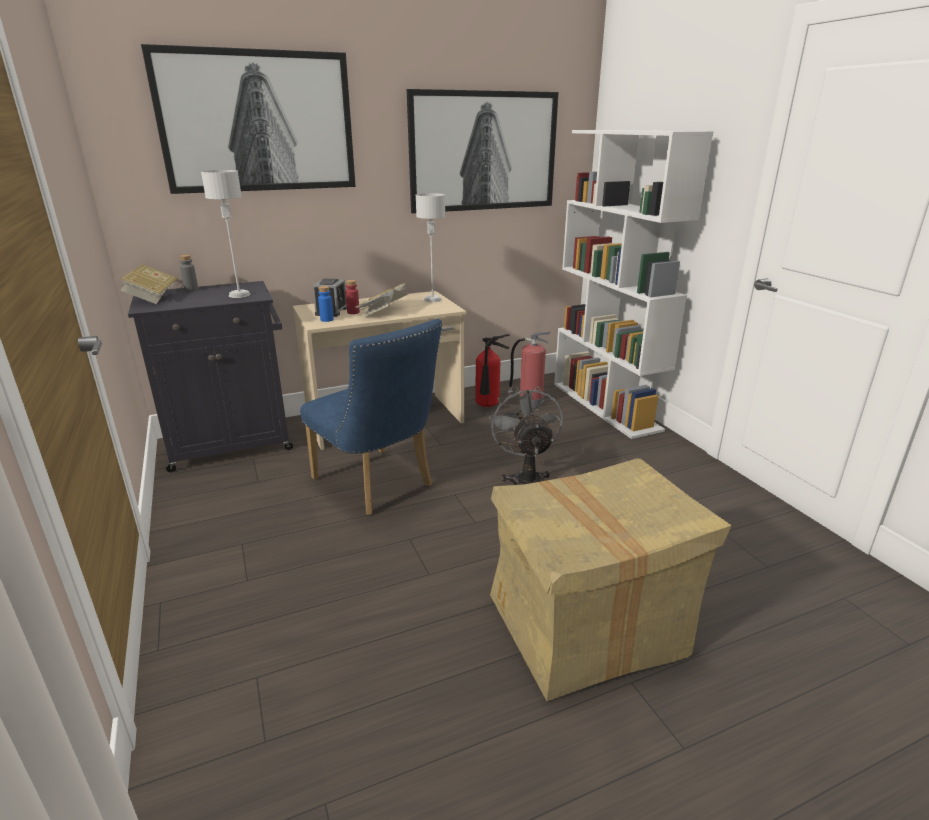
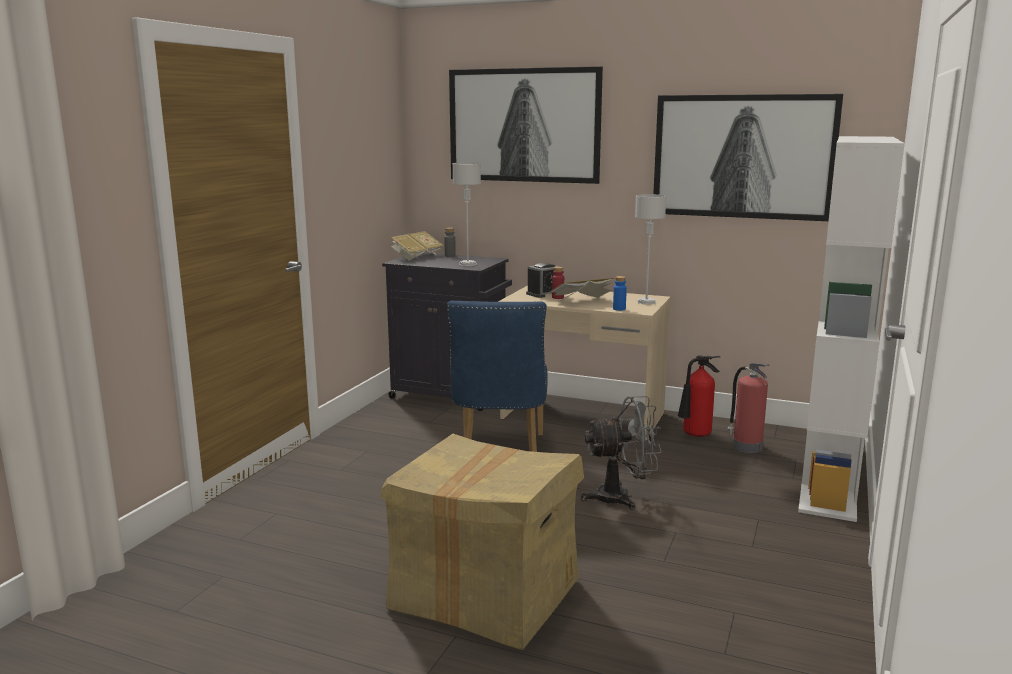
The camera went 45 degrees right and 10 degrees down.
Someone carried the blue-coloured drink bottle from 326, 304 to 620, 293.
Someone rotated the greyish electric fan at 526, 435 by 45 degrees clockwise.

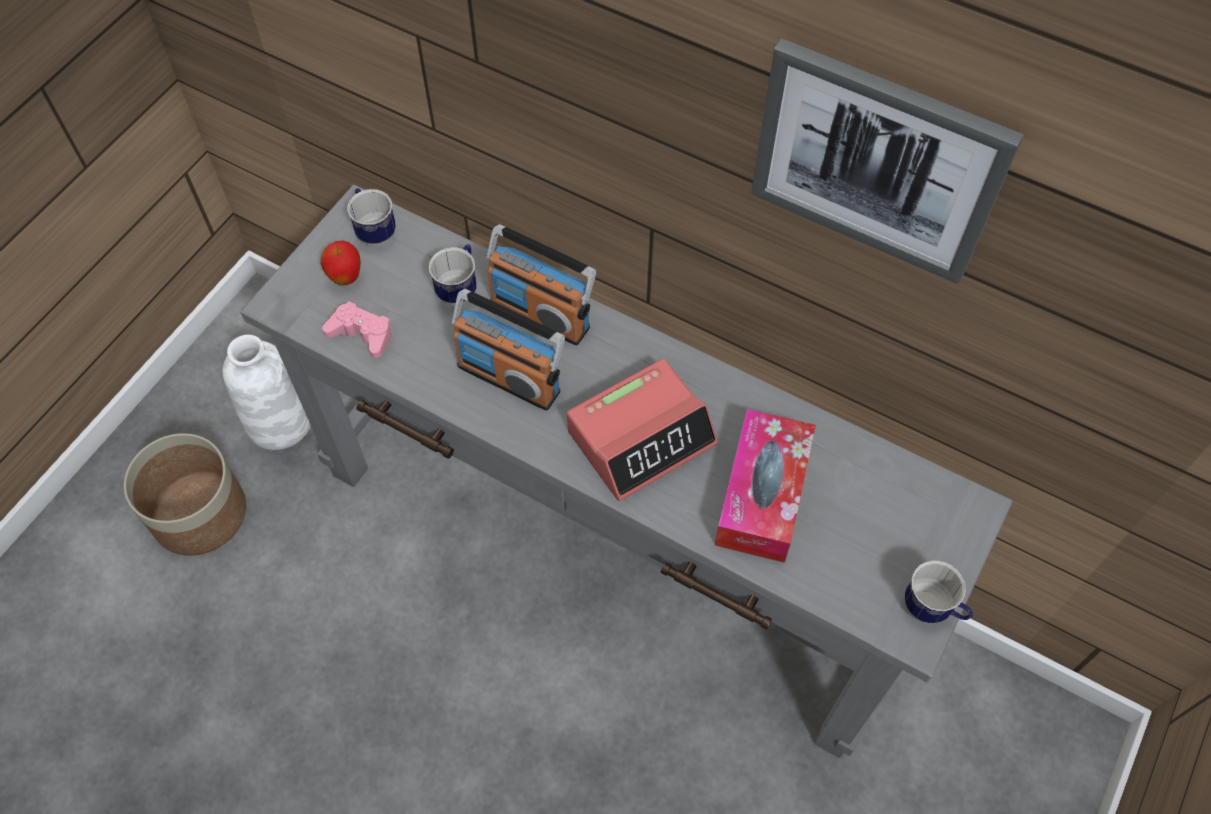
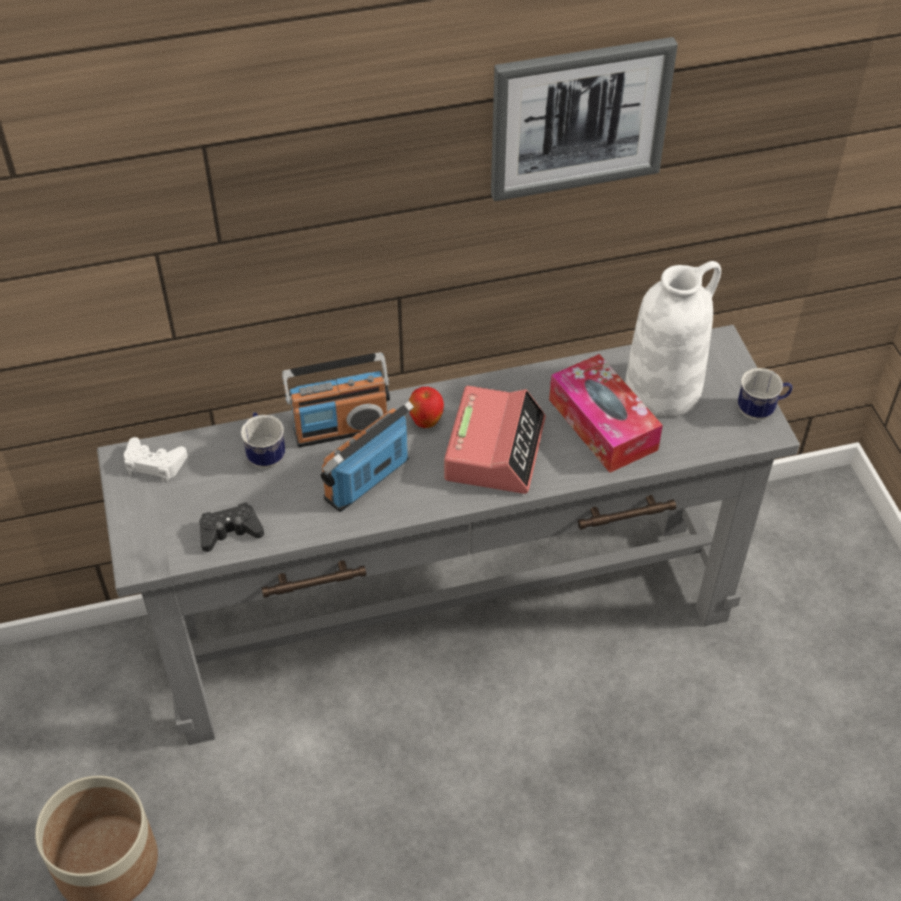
The camera went 45 degrees left and 10 degrees down.
Someone carried the white decorative vase from 267, 392 to 673, 339.
Someone carried the apple fruit from 341, 262 to 426, 407.
Someone repainted the pinkish joypad at 357, 330, which became the black joypad at 231, 527.
Someone swapped the mug at 371, 217 for the white joypad at 155, 459.
Someone rotated the radio set at 508, 350 by 150 degrees clockwise.

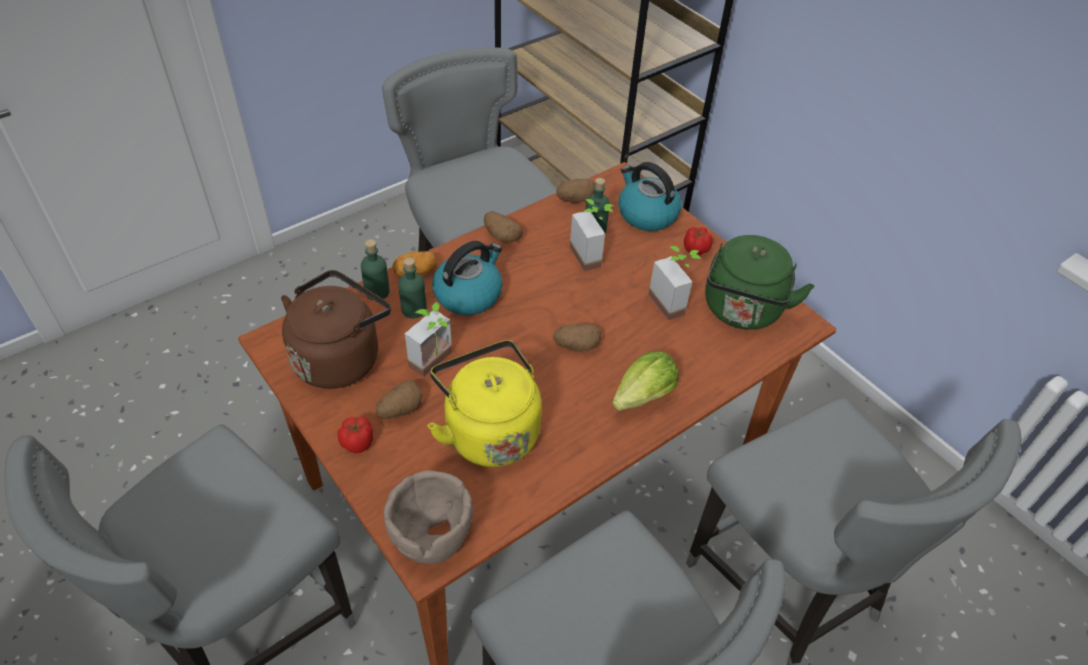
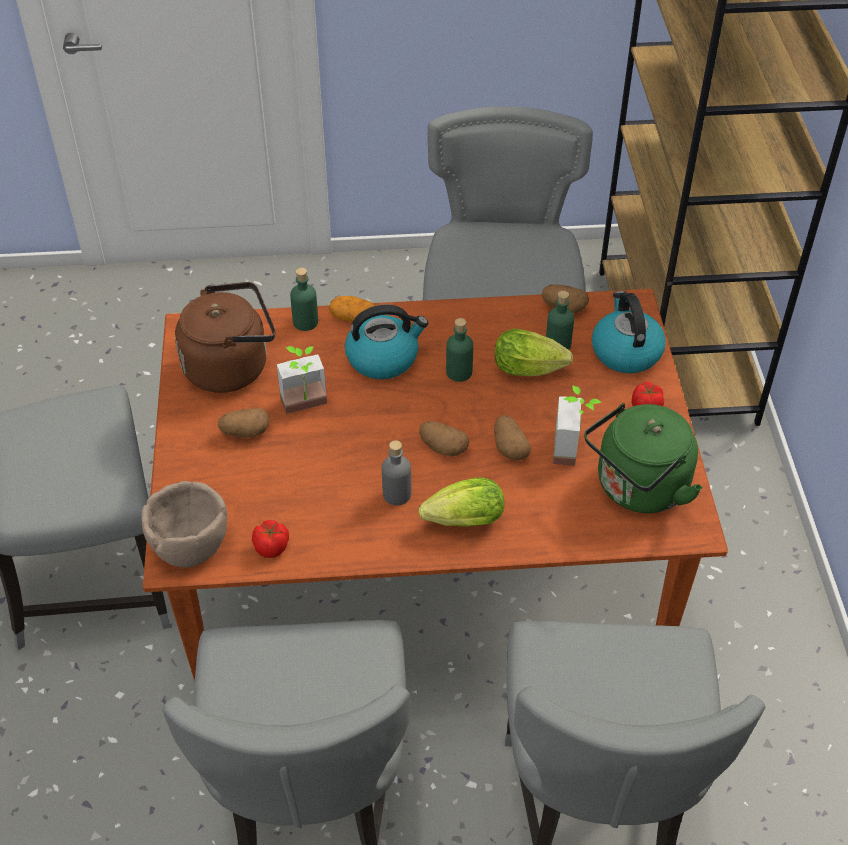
The camera went 35 degrees right and 0 degrees up.
Someone carried the whole tomato from 355, 434 to 270, 539.
Someone carried the green drink bottle from 412, 287 to 459, 350.
Someone took away the yellow-coloured water kettle at 484, 403.
Someone carried the spud from 503, 227 to 512, 437.
Someone swapped the potted plant at 591, 235 for the head of lettuce at 534, 352.
Someone put down the greyish drink bottle at 396, 473.

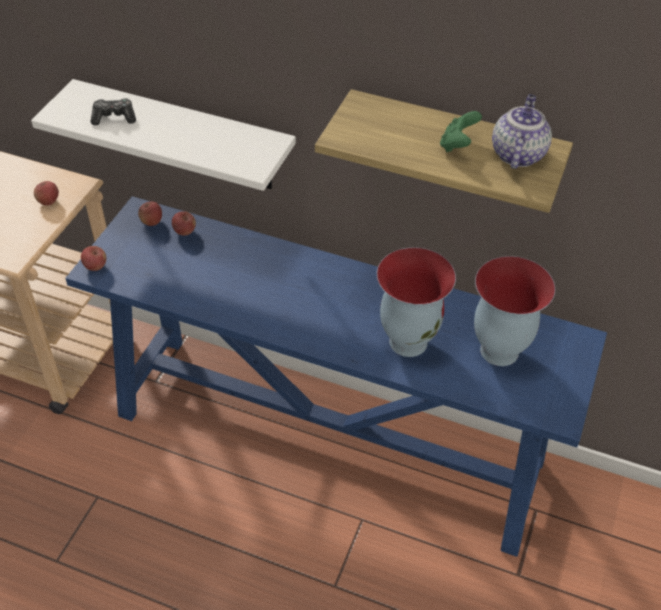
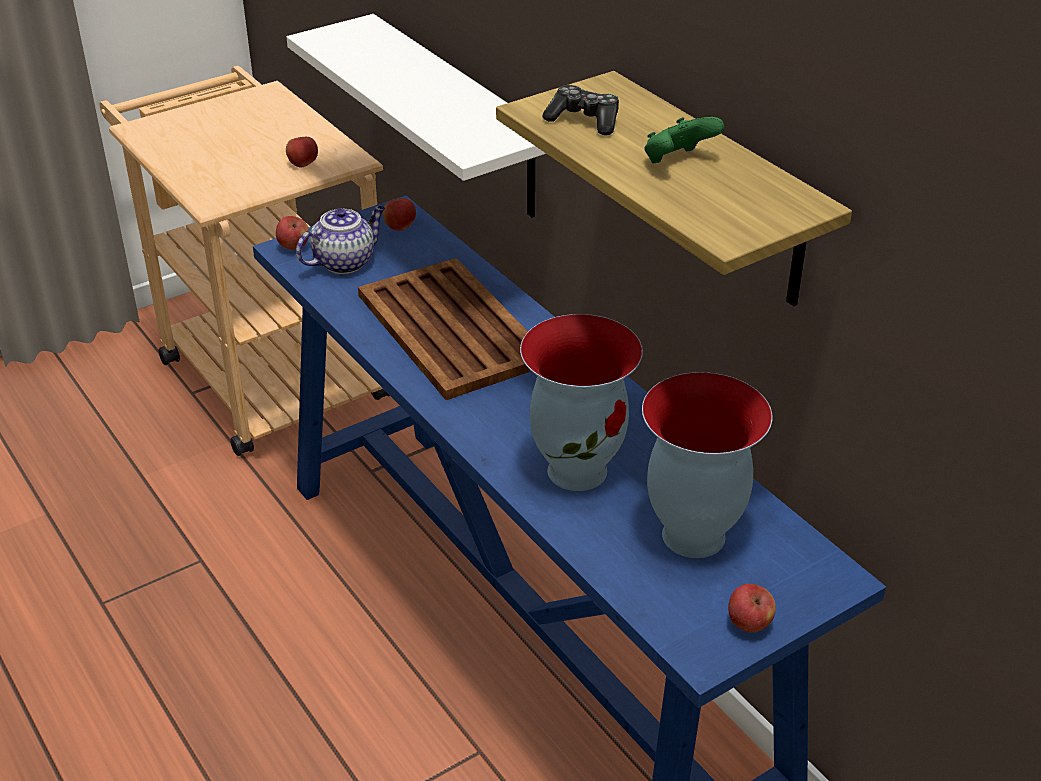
The camera went 35 degrees right and 10 degrees down.
Someone carried the joypad from 113, 111 to 581, 110.
Someone carried the apple fruit from 184, 223 to 752, 608.
Someone carried the pot for tea from 522, 131 to 340, 240.
Someone put down the brownish serving tray at 444, 329.

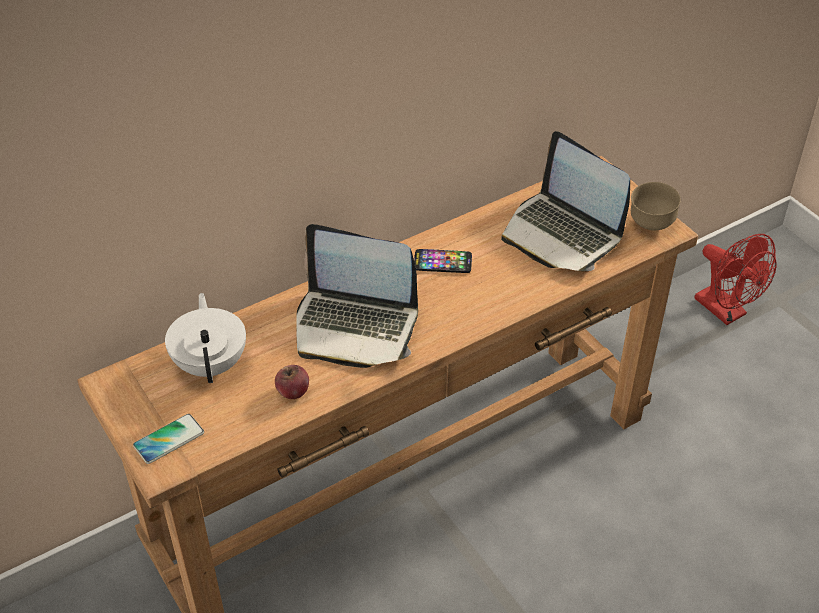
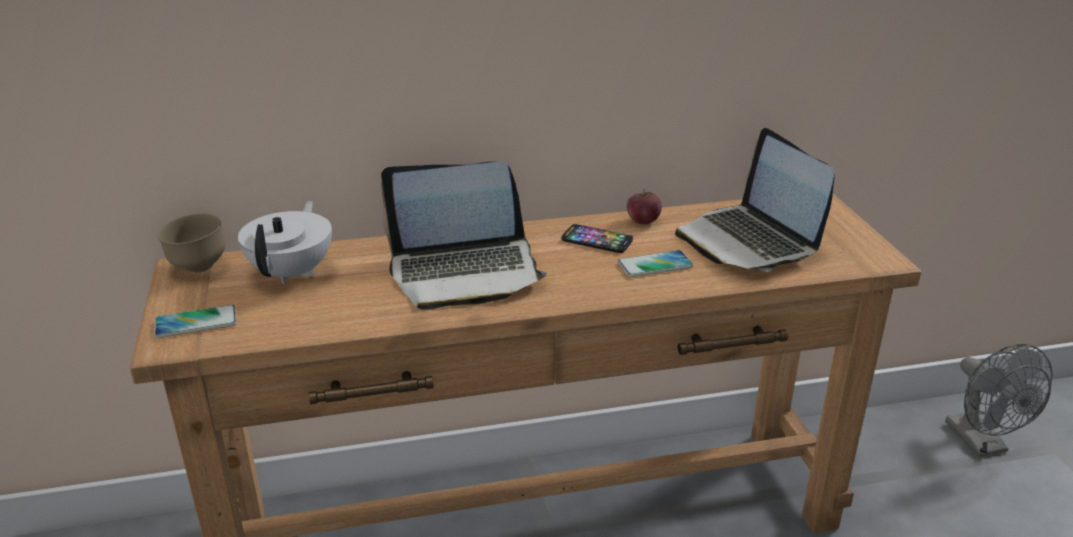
The camera went 20 degrees right and 15 degrees down.
Someone carried the apple fruit from 292, 382 to 644, 206.
Someone rotated the portable computer at 357, 296 by 45 degrees counterclockwise.
Someone carried the brownish serving bowl from 656, 206 to 191, 243.
Someone repainted the reddish electric fan at 735, 279, which became the greyish electric fan at 999, 400.
Someone put down the telephone at 655, 263.

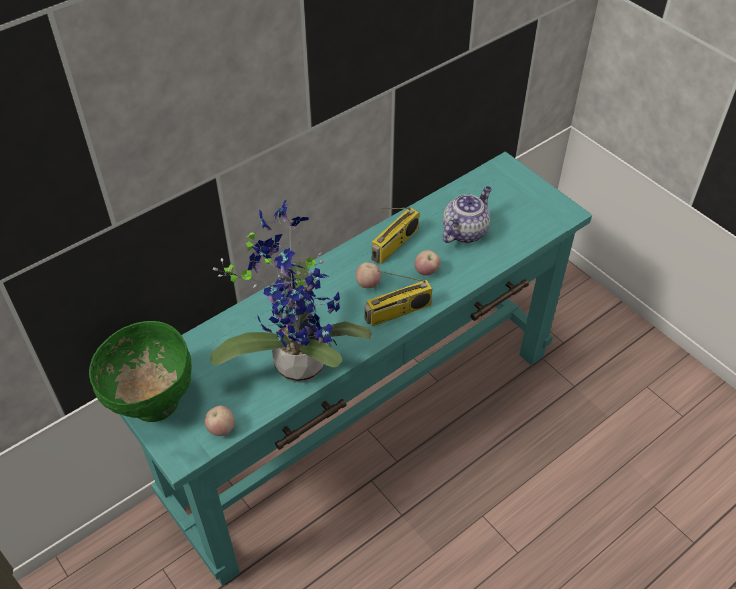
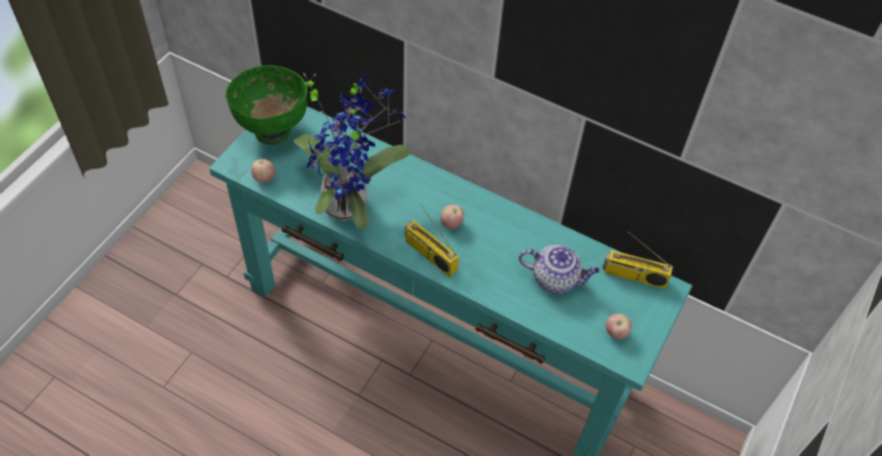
The camera went 65 degrees right and 5 degrees up.
Someone carried the radio set from 395, 235 to 637, 260.
Someone carried the apple fruit from 427, 263 to 618, 326.

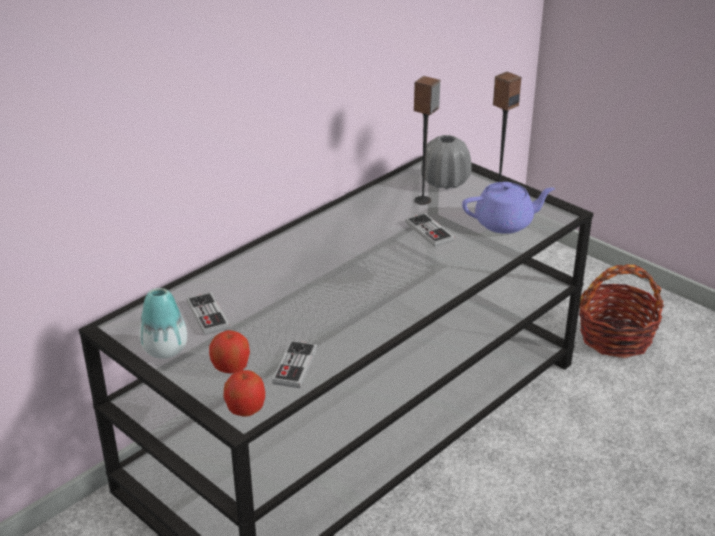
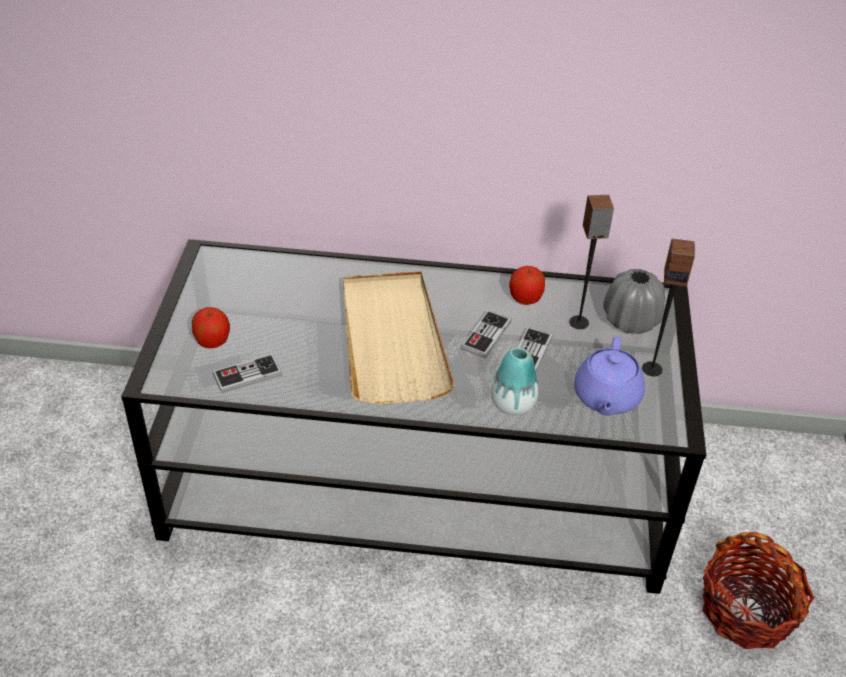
The camera went 50 degrees right and 10 degrees up.
Someone carried the decorative vase from 163, 323 to 515, 381.
Someone carried the joypad from 208, 313 to 486, 334.
Someone carried the apple fruit from 244, 393 to 527, 285.
Someone rotated the purple pot for tea at 508, 208 by 60 degrees clockwise.
Someone put down the sand-coloured serving tray at 399, 337.

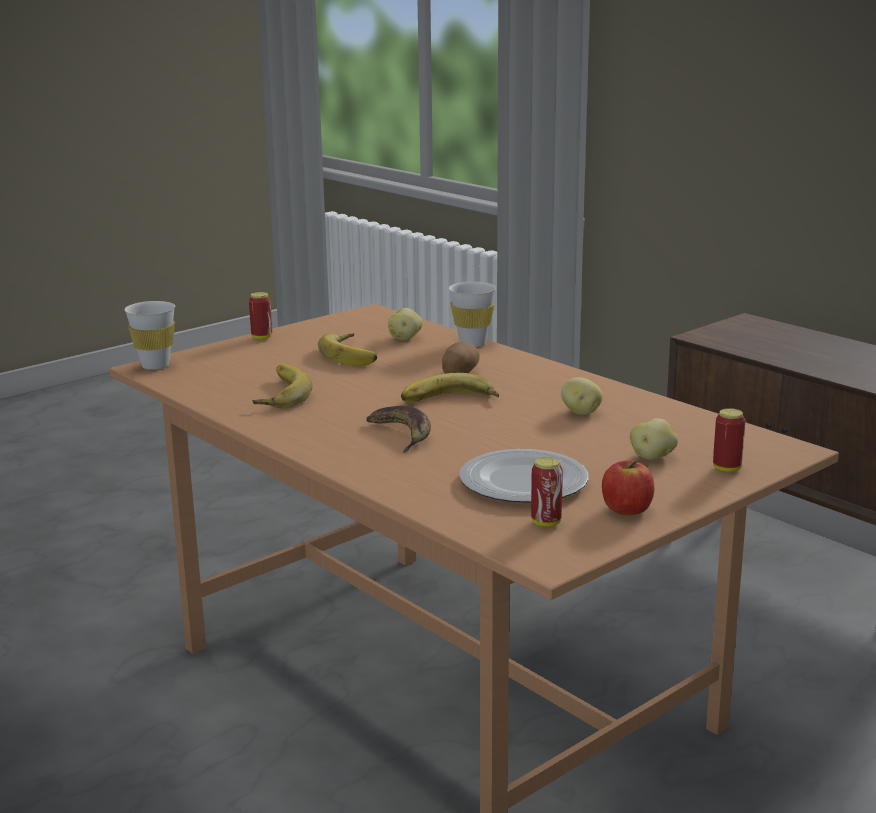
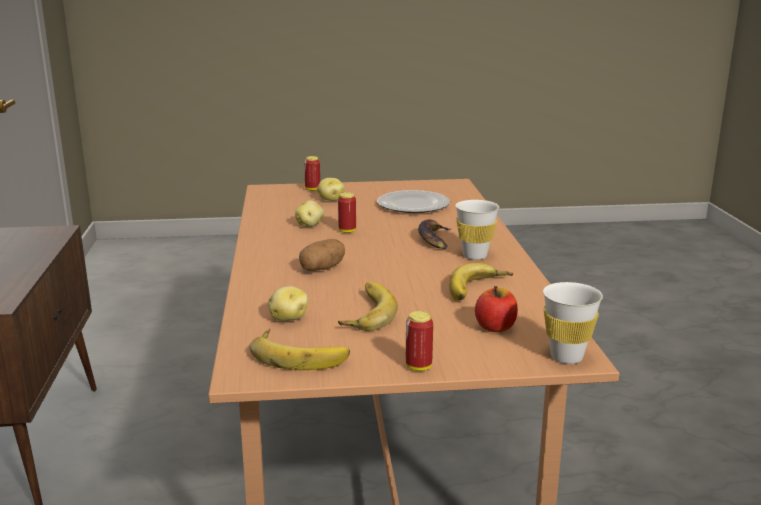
The camera went 145 degrees left and 0 degrees up.
Someone carried the whole banana from 450, 388 to 300, 349.
Someone carried the white small cup from 472, 314 to 477, 230.
Someone carried the can from 547, 492 to 347, 212.
Someone carried the apple fruit from 628, 488 to 496, 309.

